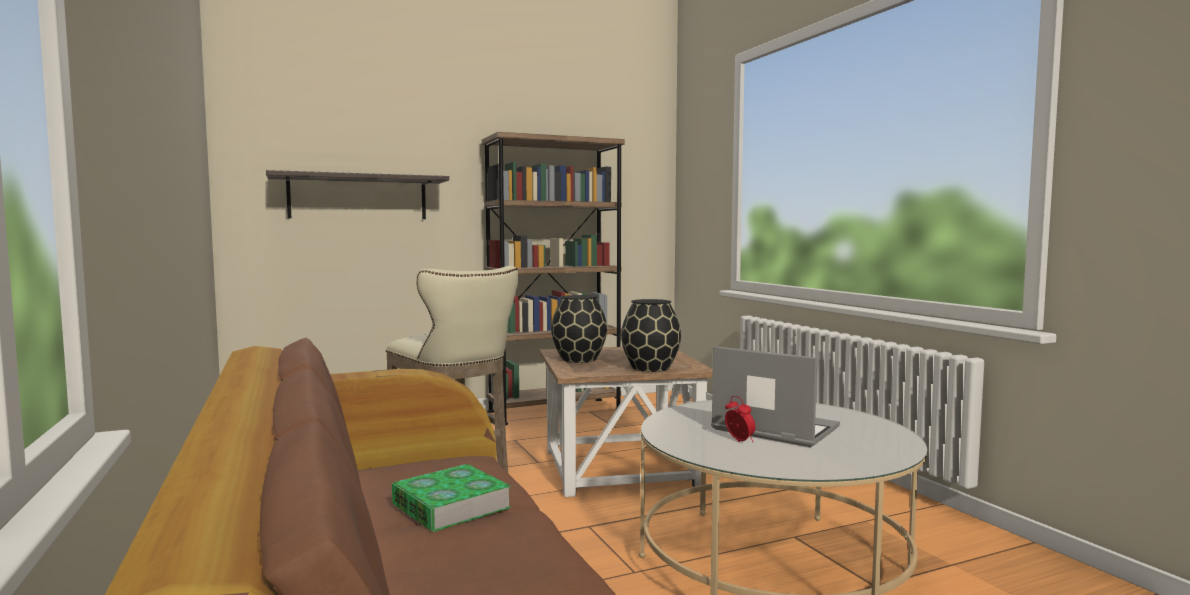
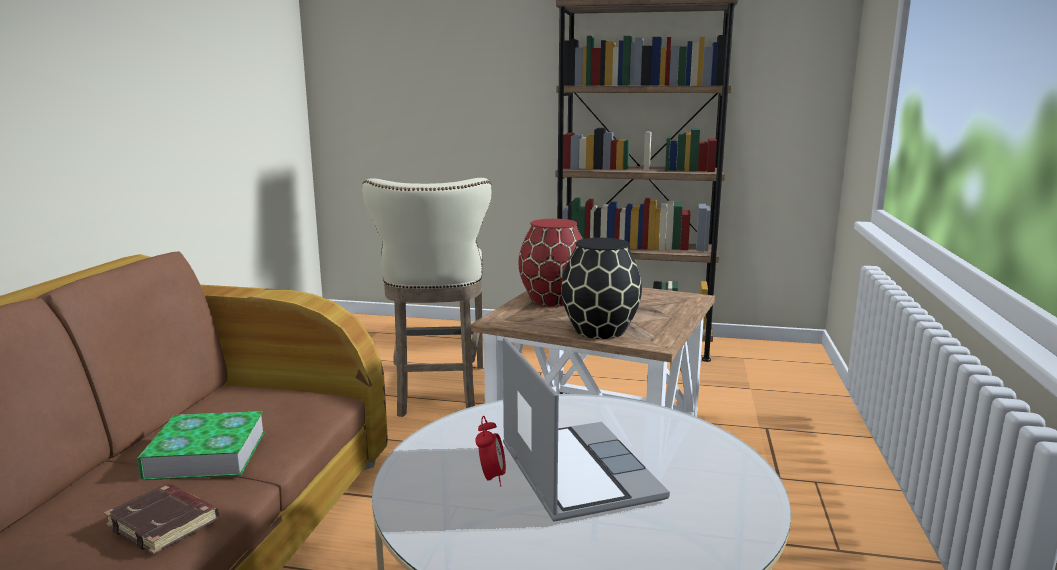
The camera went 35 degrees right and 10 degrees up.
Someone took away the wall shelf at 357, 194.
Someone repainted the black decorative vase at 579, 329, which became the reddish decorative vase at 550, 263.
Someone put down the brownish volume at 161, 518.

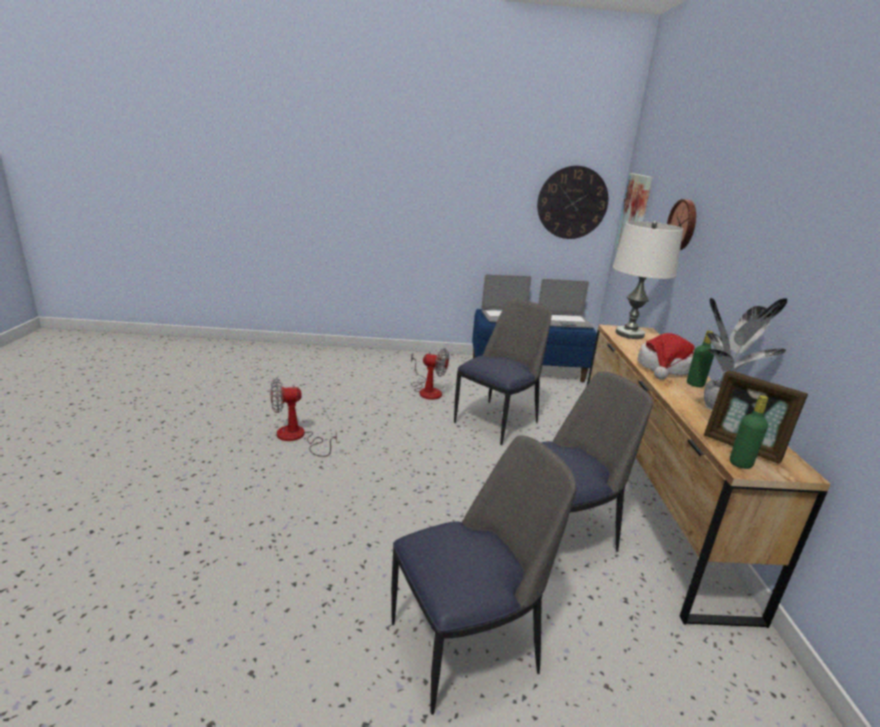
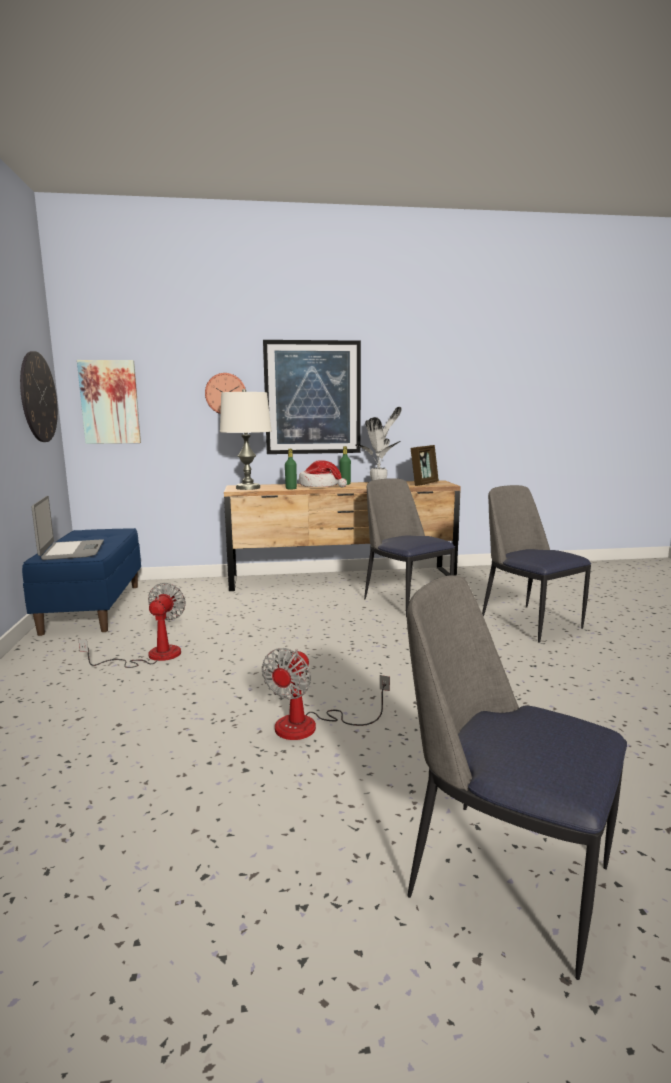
The camera went 95 degrees left and 10 degrees down.
Someone rotated the electric fan at 304, 417 by 45 degrees clockwise.
Someone carried the chair from 503, 372 to 517, 777.
Someone took away the portable computer at 566, 303.
Someone carried the green drink bottle from 749, 432 to 291, 469.
Someone put up the picture at 312, 397.

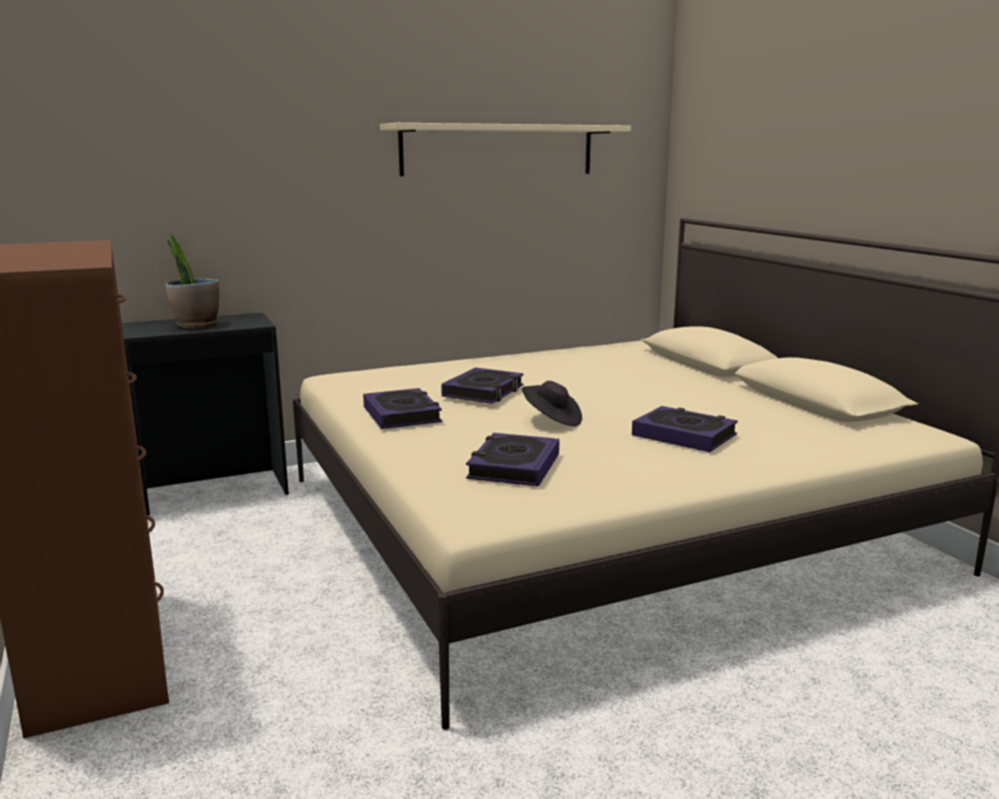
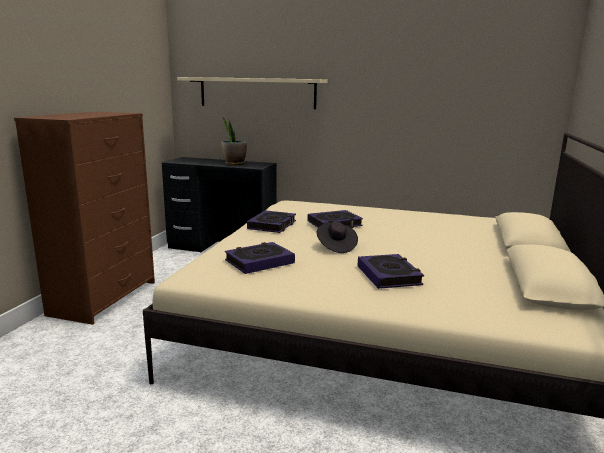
The camera went 40 degrees right and 0 degrees up.
Someone carried the sand-coloured wall shelf from 505, 149 to 252, 93.

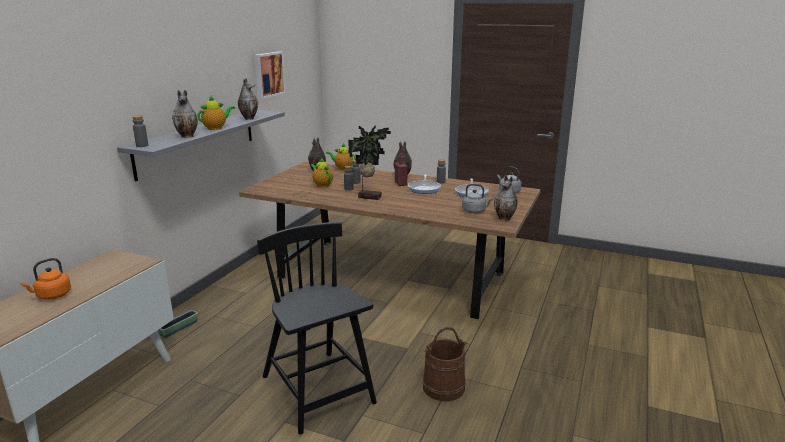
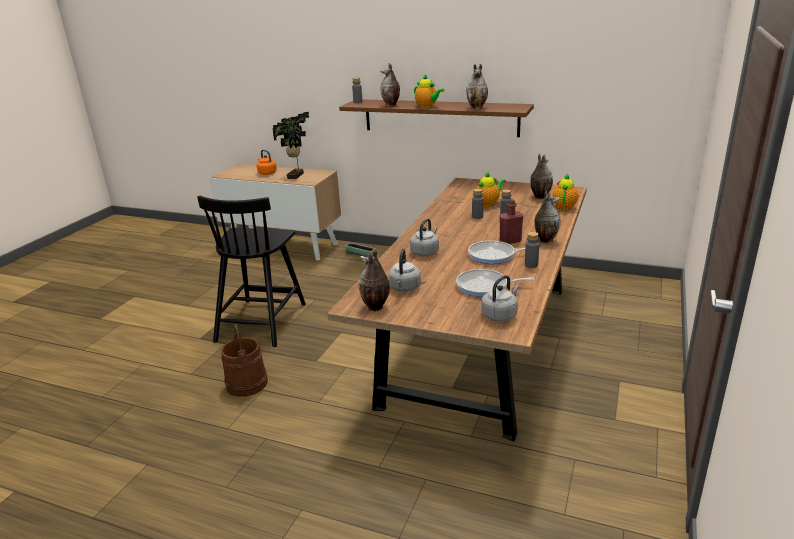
The camera went 90 degrees right and 5 degrees up.
Someone repainted the greyish wall shelf at 201, 145, which became the brownish wall shelf at 436, 118.
Someone took away the picture at 270, 75.
Someone rotated the black chair at 317, 328 by 135 degrees clockwise.
Someone carried the potted plant from 369, 162 to 290, 145.
Someone put down the greyish water kettle at 424, 237.

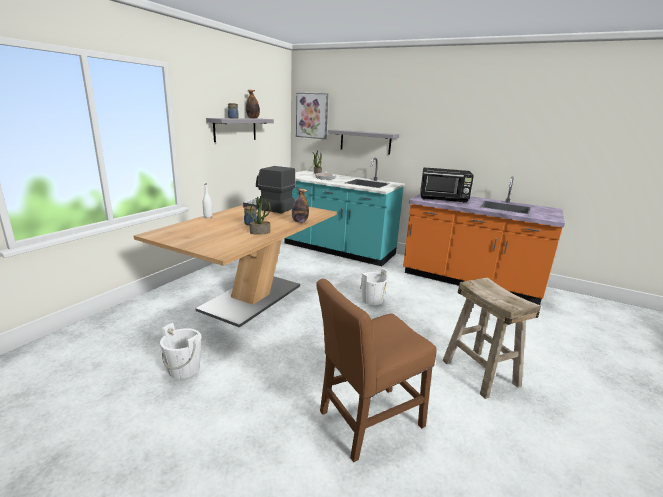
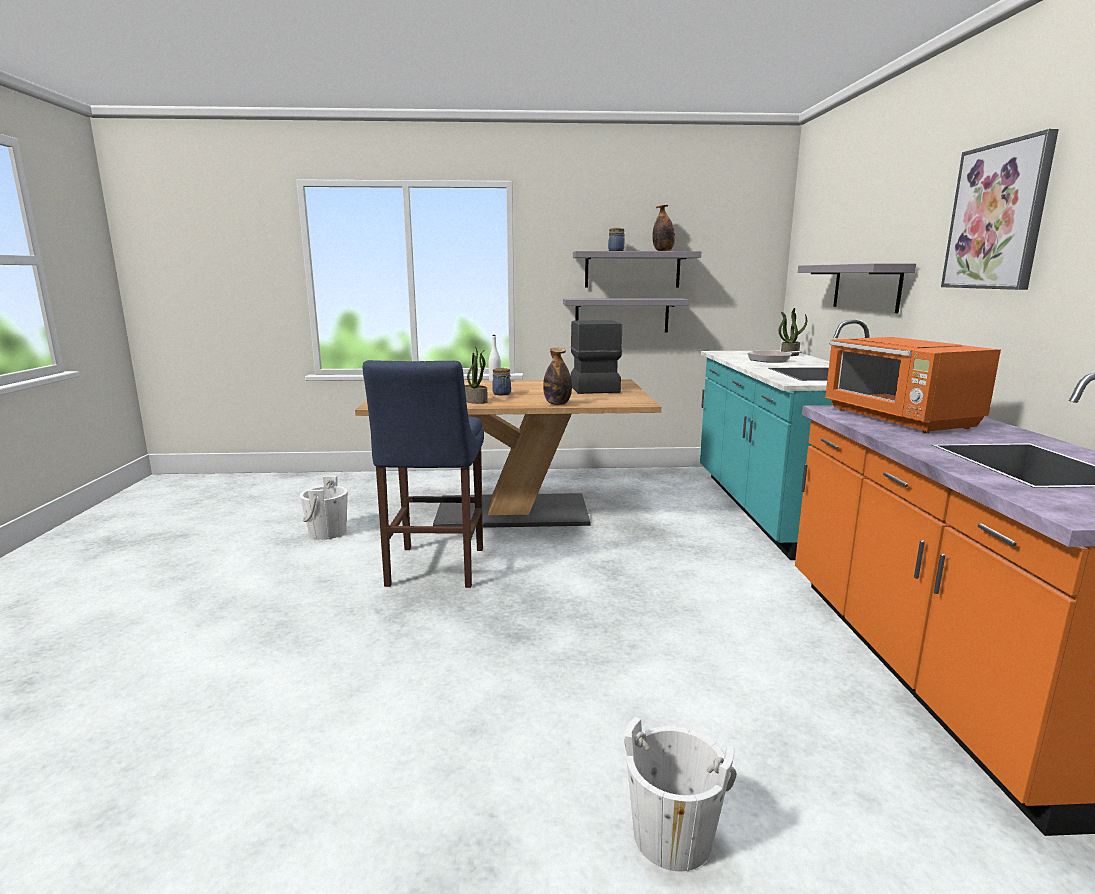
The camera went 60 degrees right and 5 degrees down.
Someone carried the picture from 312, 116 to 1000, 209.
Someone took away the brownish chair at 376, 370.
Someone carried the white water bucket from 374, 286 to 680, 793.
Someone repainted the black microwave oven at 447, 185, which became the orange microwave oven at 913, 385.
Someone took away the sand-coloured stool seat at 492, 338.
Someone put down the blue-coloured stool seat at 423, 474.
Someone put up the greyish wall shelf at 626, 315.

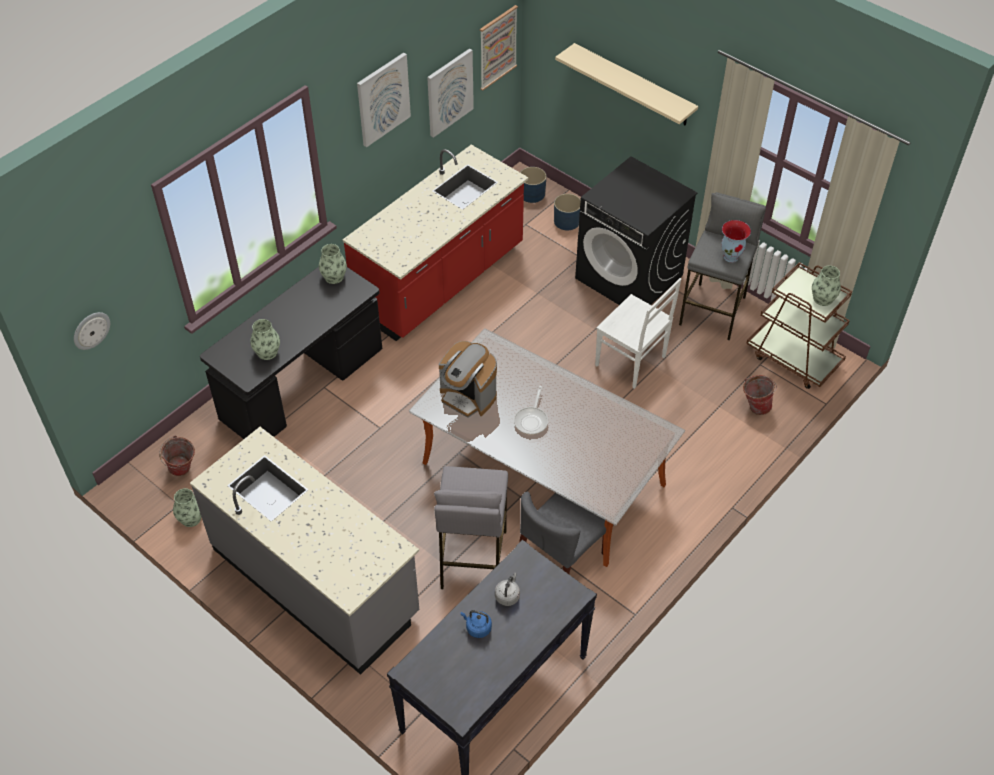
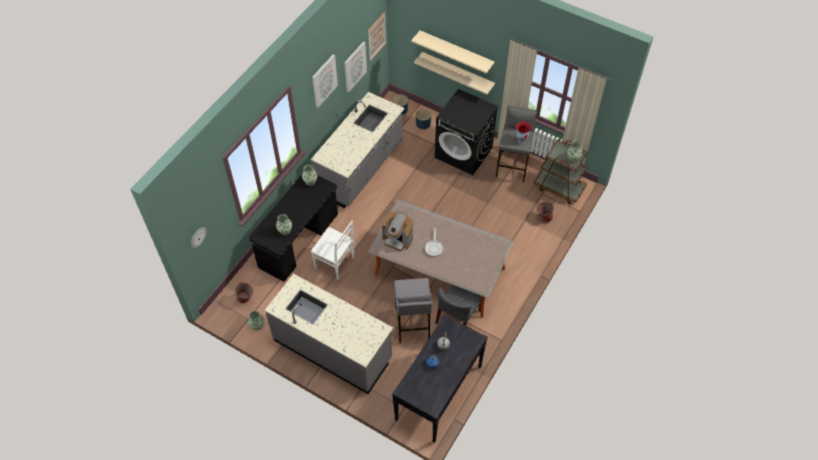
The camera went 10 degrees left and 5 degrees up.
Someone repainted the reddish counter at 435, 243, which became the greyish counter at 357, 150.
Someone carried the white chair from 638, 333 to 332, 250.
Someone put up the sand-coloured wall shelf at 454, 73.

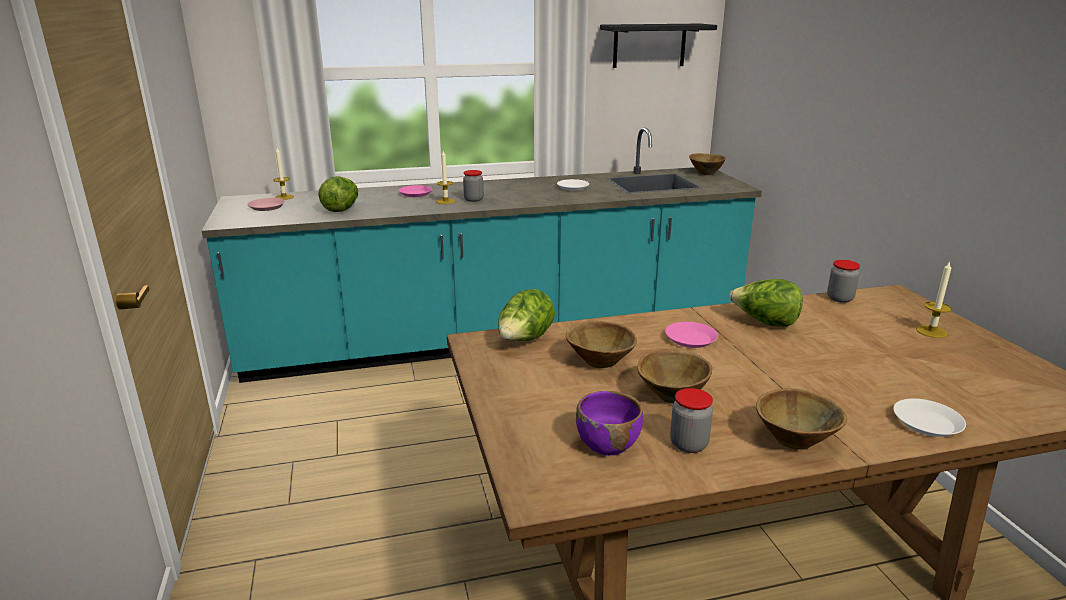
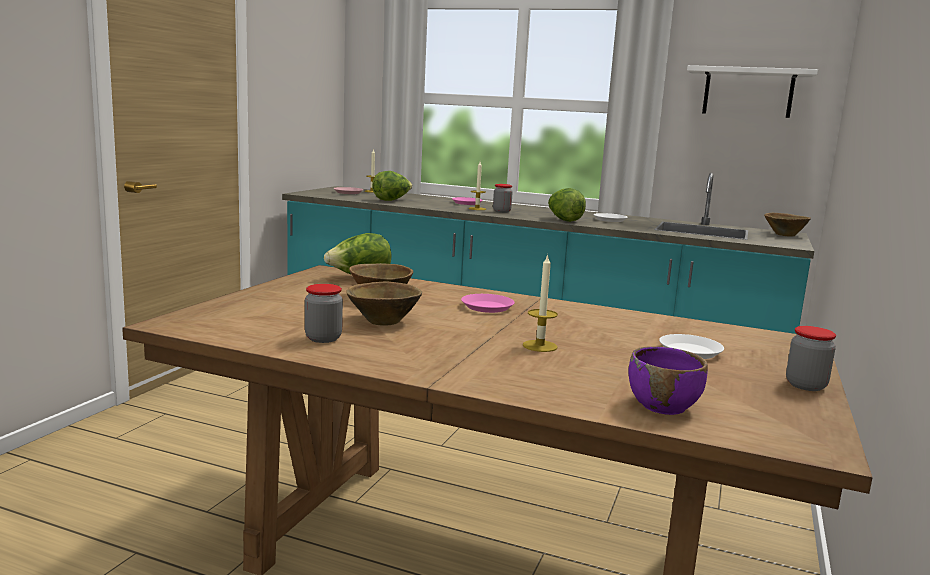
The camera went 35 degrees right and 10 degrees down.
Someone carried the purple serving bowl from 609, 423 to 668, 380.
Someone repainted the black wall shelf at 658, 46, which became the white wall shelf at 752, 91.
Someone carried the head of lettuce from 766, 303 to 567, 205.
Someone took away the brownish serving bowl at 801, 419.
Someone carried the preserve jar from 843, 281 to 811, 358.
Someone carried the white dinner plate from 929, 418 to 691, 346.
Someone carried the wax light from 934, 299 to 540, 303.

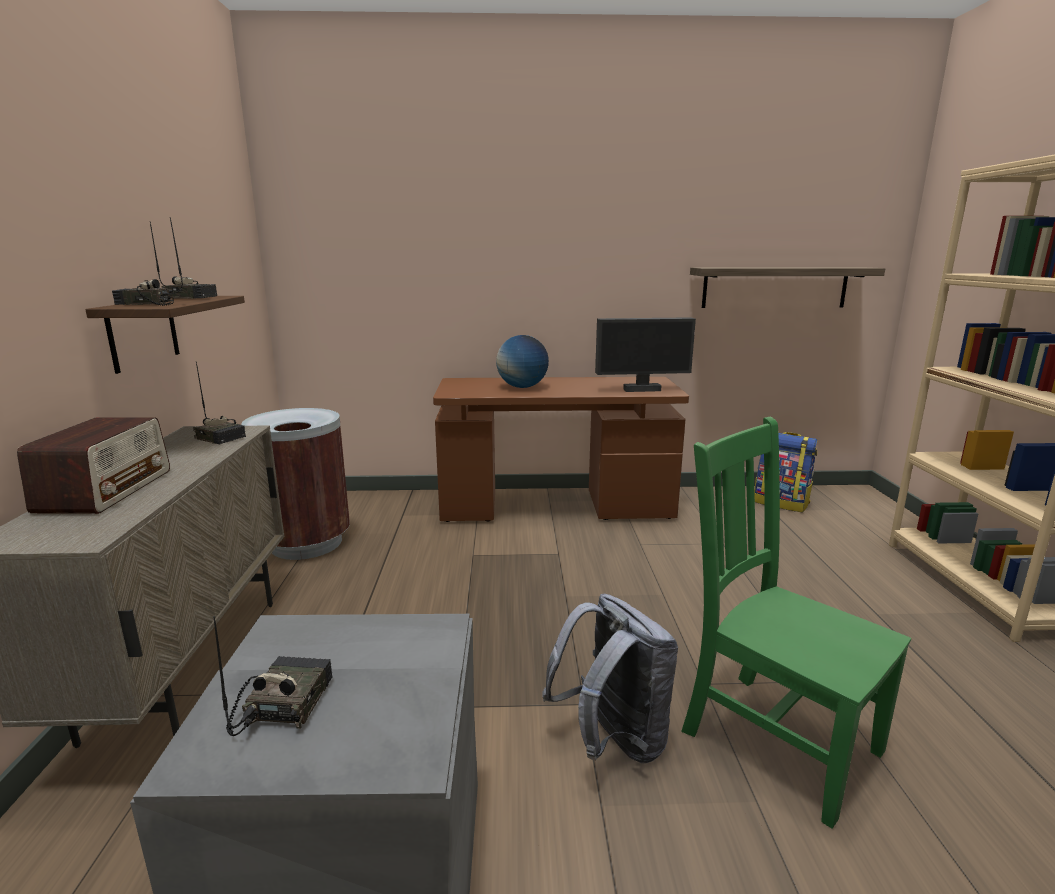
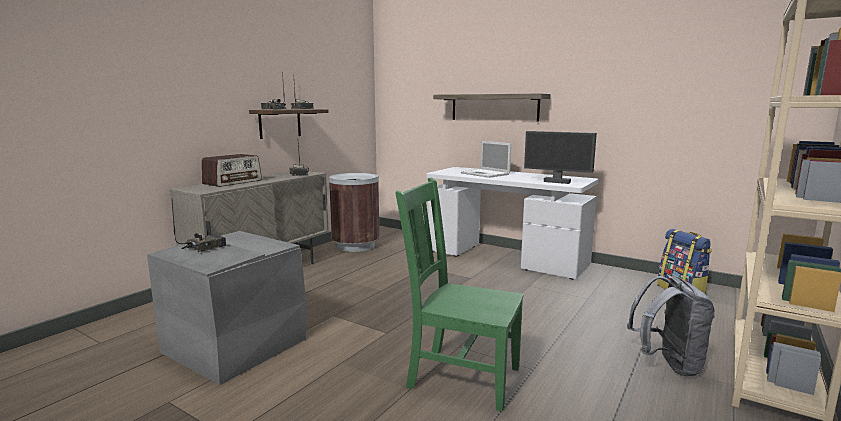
The camera went 35 degrees right and 5 degrees down.
Someone repainted the brownish desk at 561, 449, which became the white desk at 512, 223.
Someone swapped the world globe at 522, 361 for the portable computer at 486, 159.
Someone carried the greyish backpack from 610, 679 to 670, 326.
Someone rotated the green chair at 796, 623 by 60 degrees counterclockwise.
Someone carried the wall shelf from 787, 287 to 492, 107.

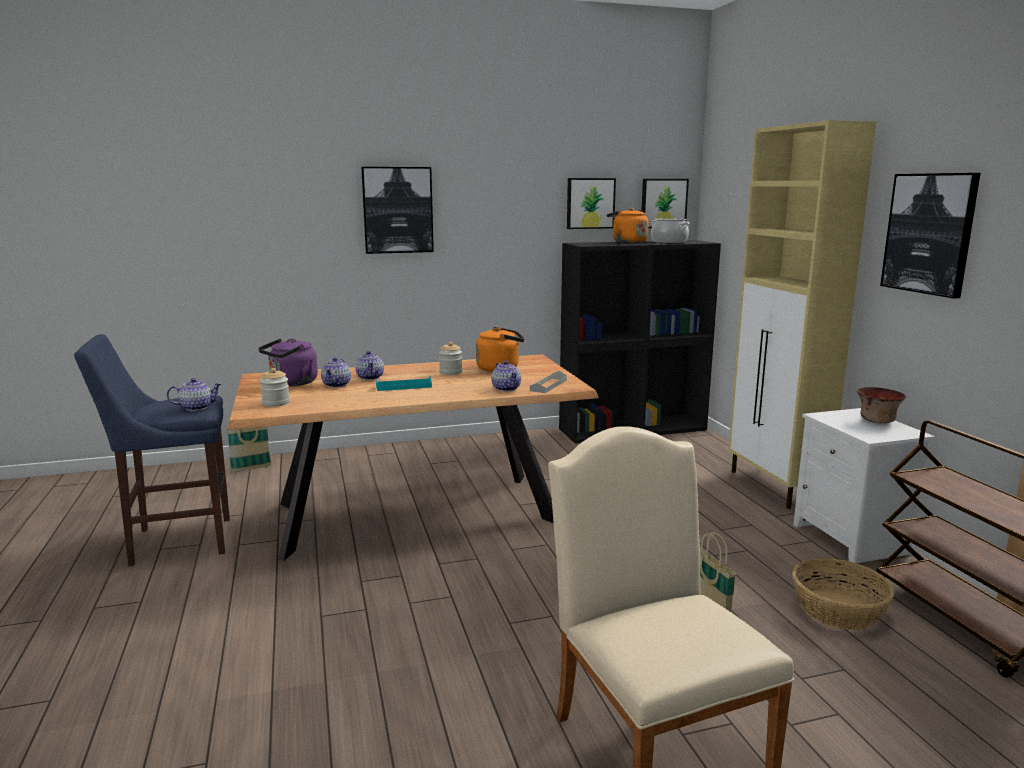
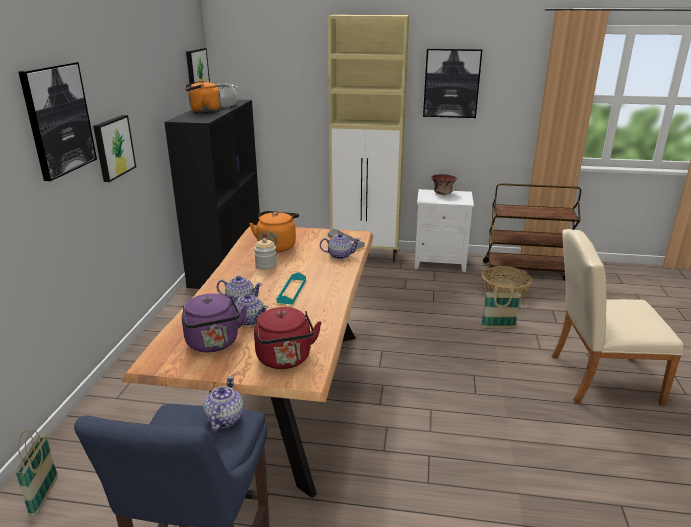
The camera went 65 degrees left and 10 degrees up.
Someone swapped the preserve jar at 275, 387 for the reddish water kettle at 288, 338.
Someone carried the picture from 591, 203 to 114, 148.

